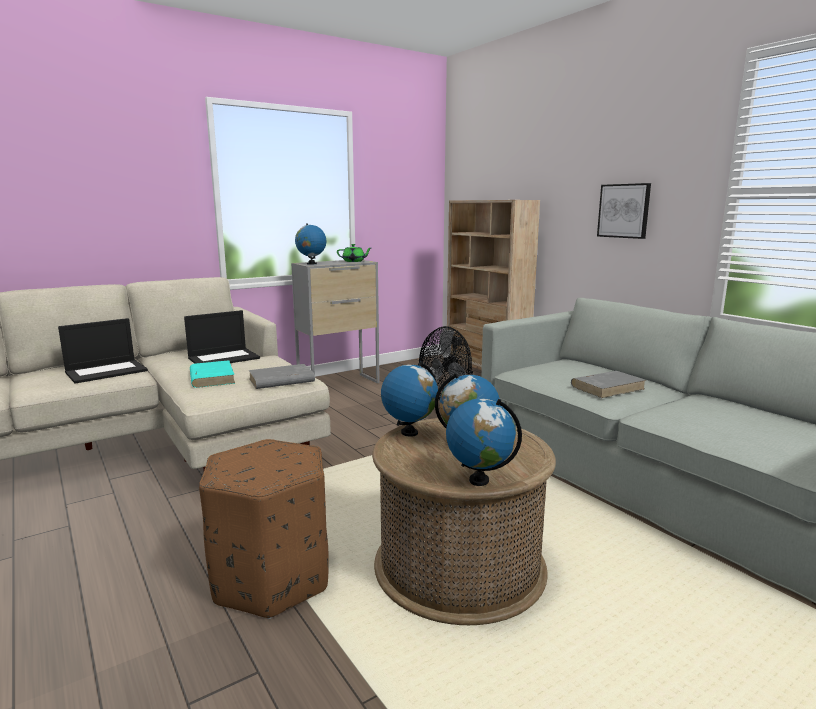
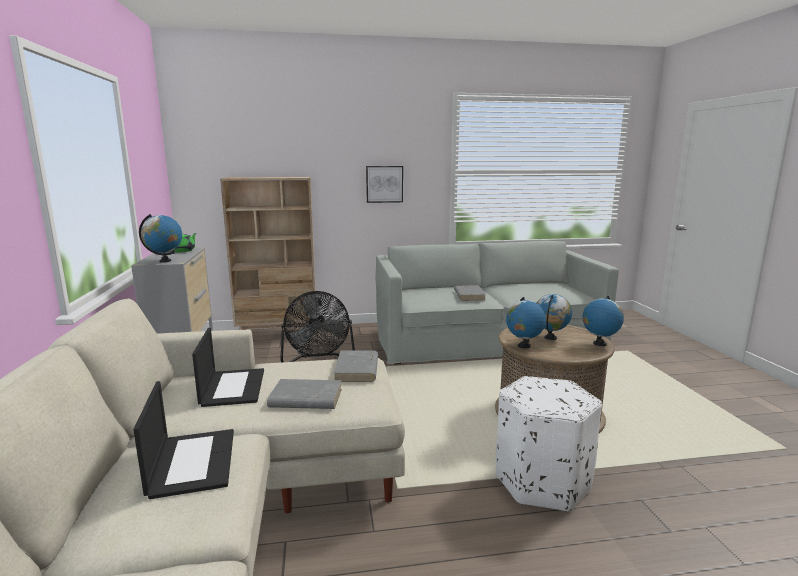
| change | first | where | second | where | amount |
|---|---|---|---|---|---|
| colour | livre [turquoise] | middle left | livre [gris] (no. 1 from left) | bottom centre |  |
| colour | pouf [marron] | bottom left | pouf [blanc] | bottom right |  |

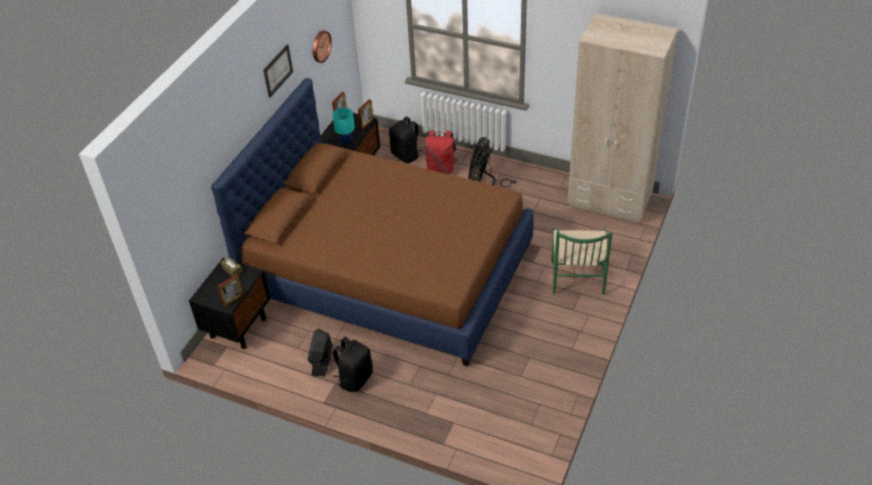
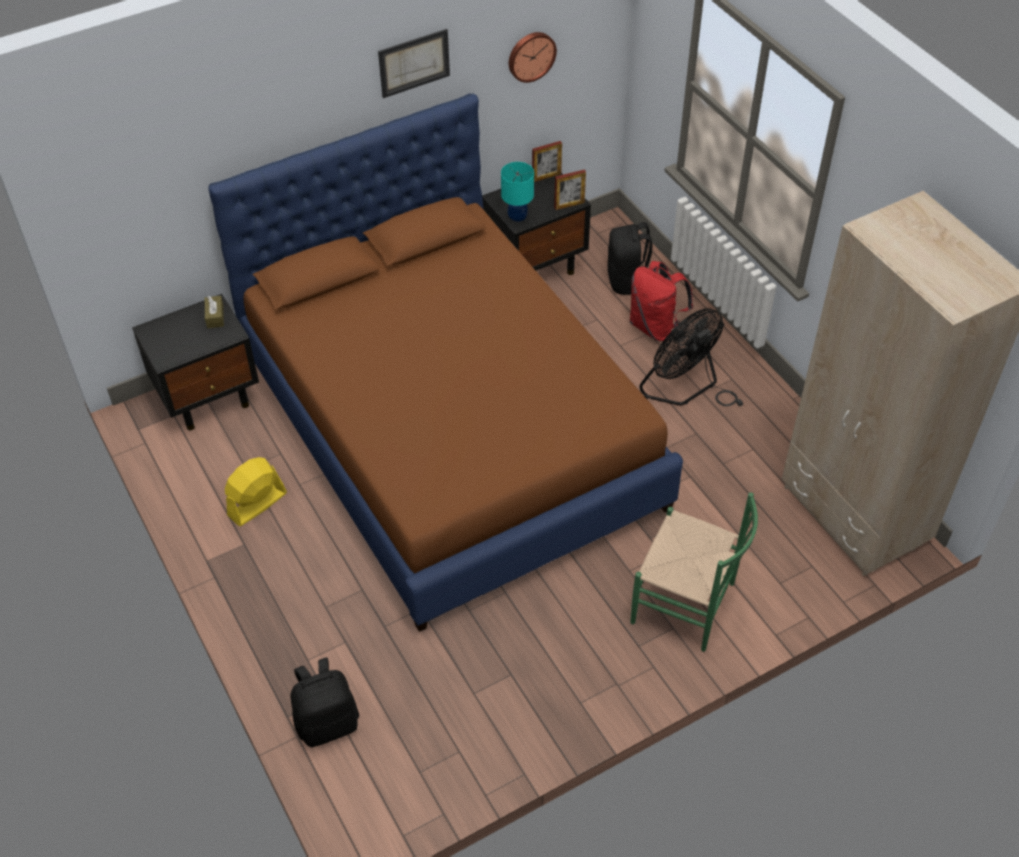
| change | first | where | second | where | amount |
|---|---|---|---|---|---|
| missing | cadre photo (no. 1 from left) | middle left |  |  |  |
| relocated | sac à dos [noir] (no. 1 from left) | bottom centre |  | bottom left |  |
| colour | ventilateur [noir] (no. 1 from left) | bottom centre | ventilateur [jaune] | middle left |  |
| spun | chaise [vert] | middle right |  | bottom right | 105 degrees counterclockwise |

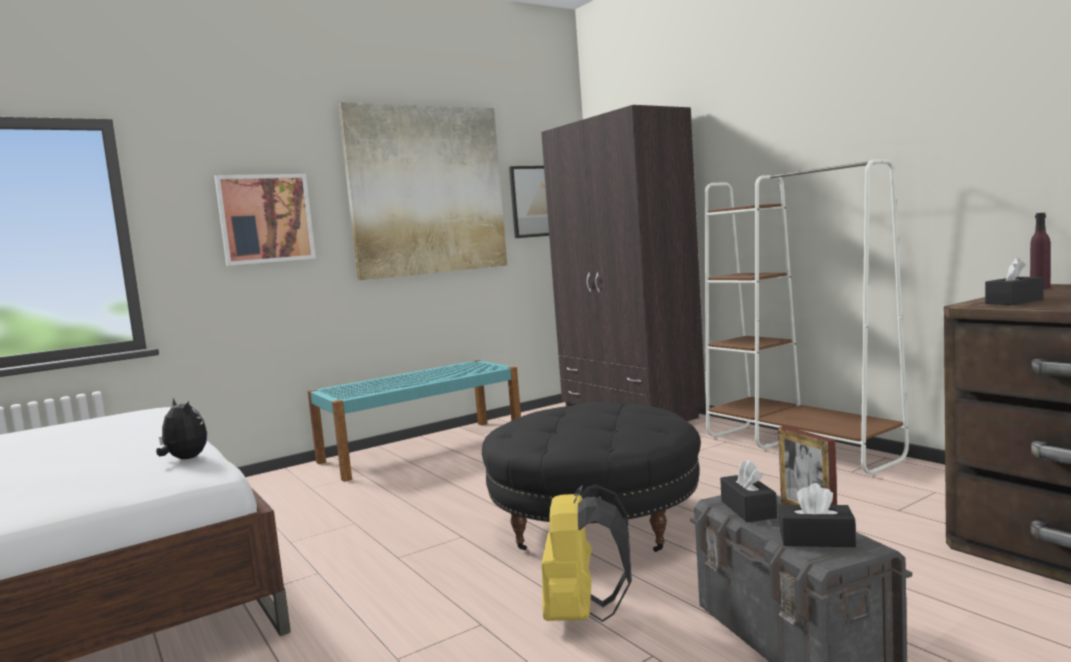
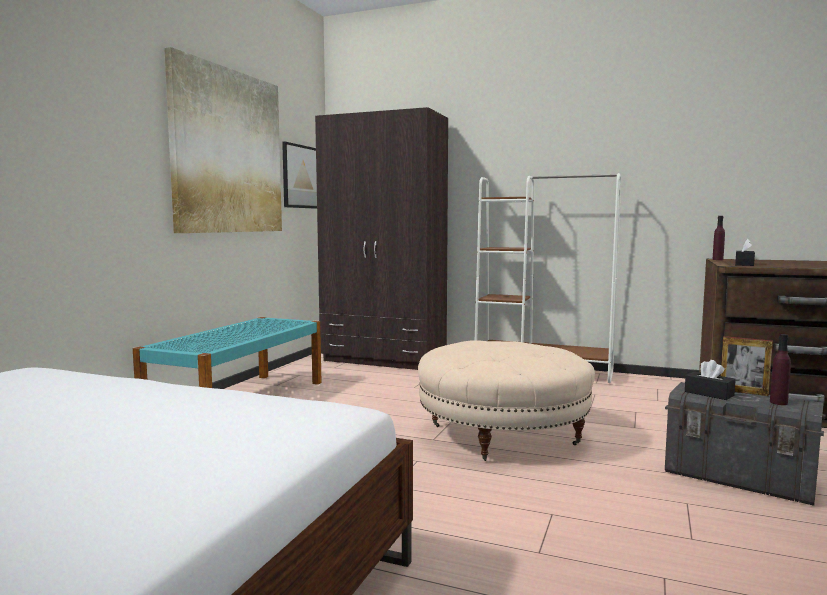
| change | first | where | second | where | amount |
|---|---|---|---|---|---|
| missing | peluche | middle left |  |  |  |
| missing | tableau (no. 1 from left) | top left |  |  |  |
| missing | sac à dos [jaune] | bottom centre |  |  |  |
| exchanged | boîte à mouchoirs [noir] (no. 2 from left) | bottom right | bouteille [violet] (no. 2 from left) | middle right |  |
| colour | pouf [noir] | bottom centre | pouf [beige] | bottom centre |  |

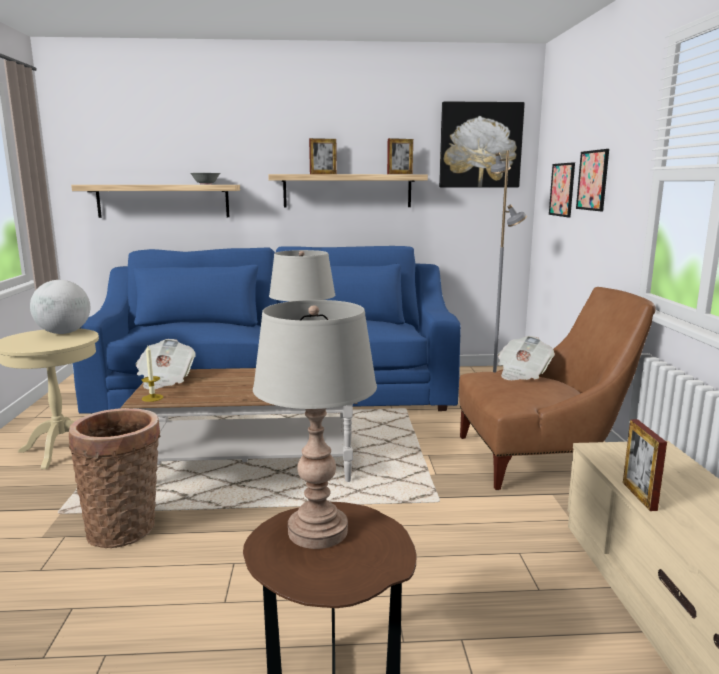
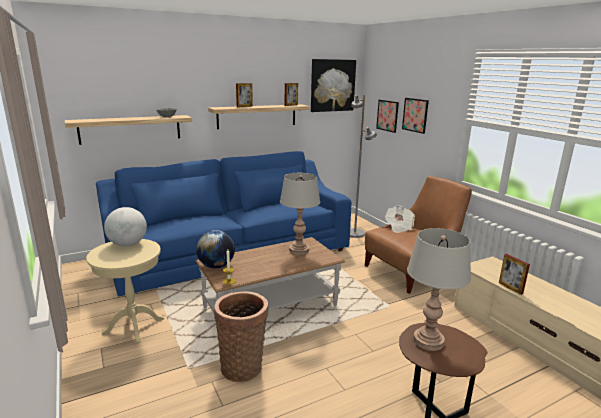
| change | first | where | second | where | amount |
|---|---|---|---|---|---|
| exchanged | journal (no. 1 from left) | middle left | globe (no. 2 from left) | centre |  |

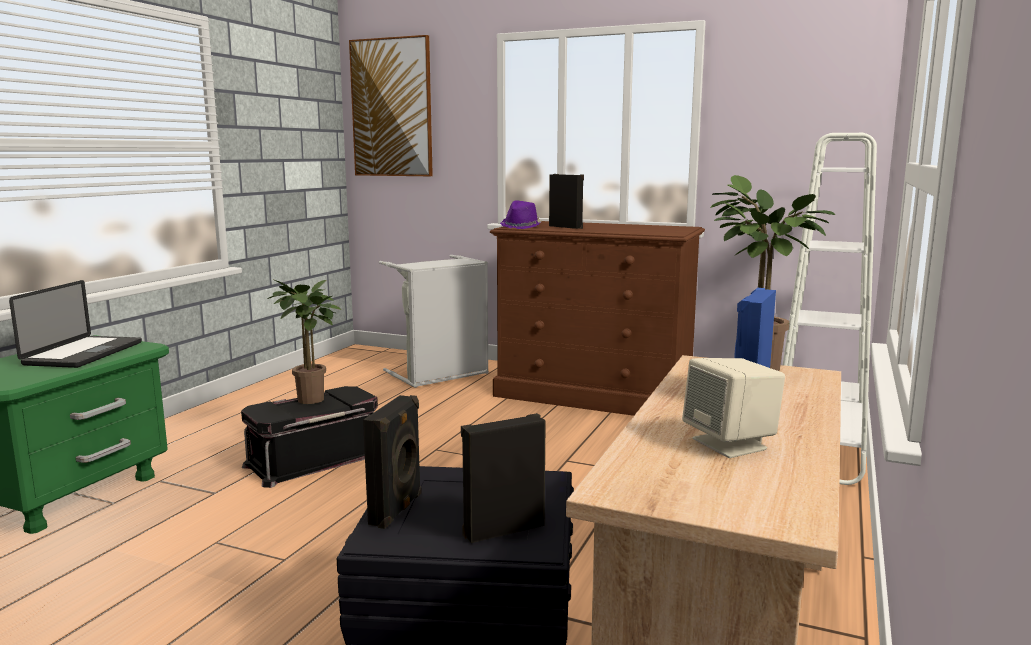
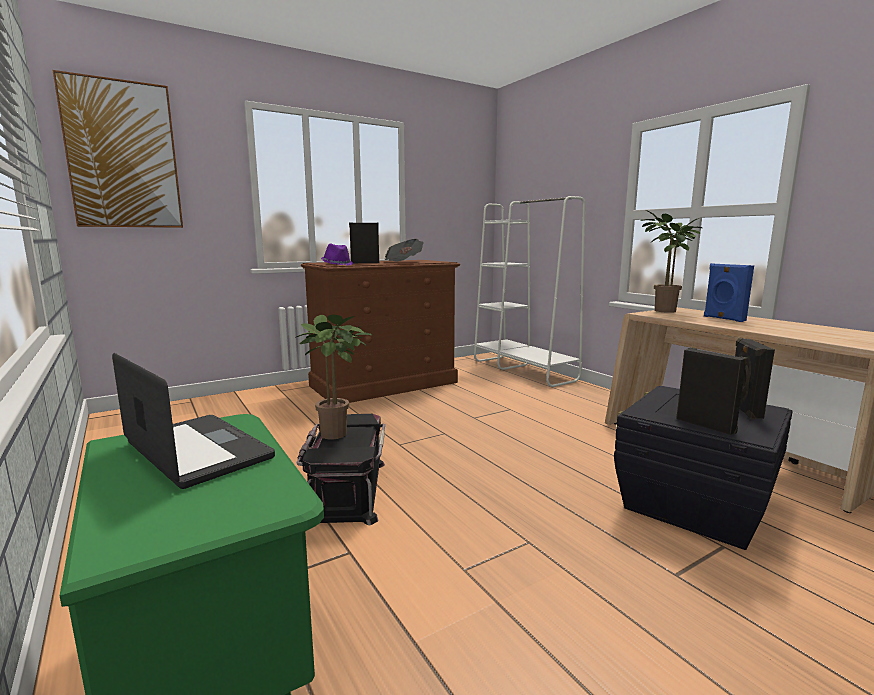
| change | first | where | second | where | amount |
|---|---|---|---|---|---|
| missing | panier à linge [gris] | centre |  |  |  |
| missing | enceinte [beige] | middle right |  |  |  |
| appeared |  |  | journal | centre |  |

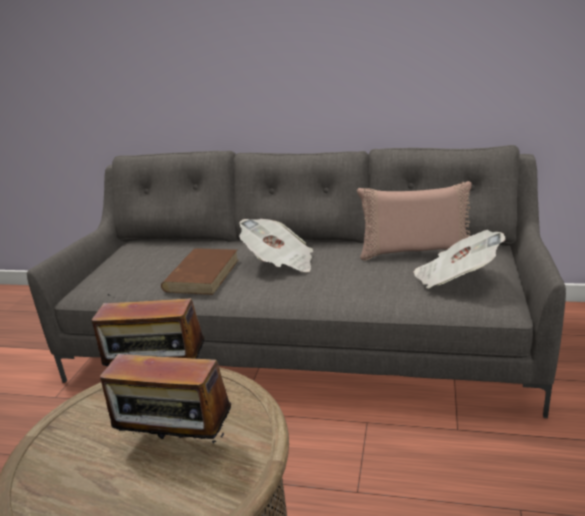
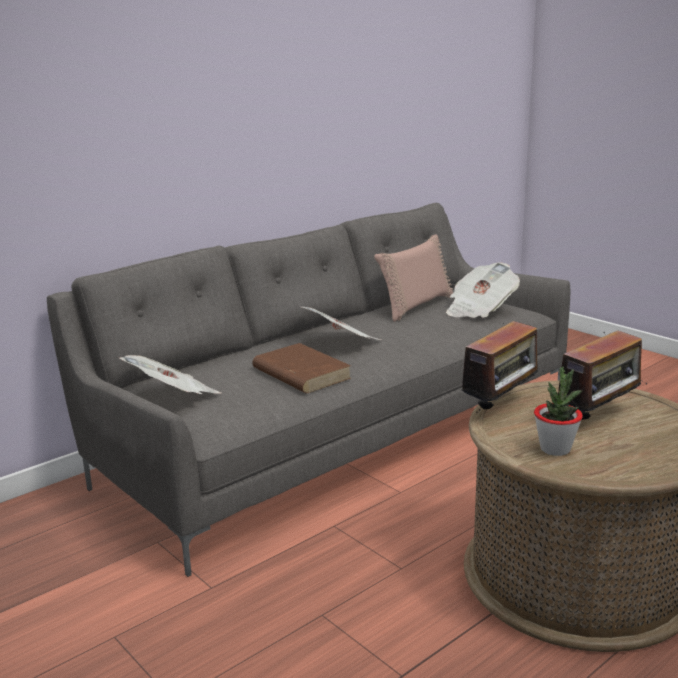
| change | first | where | second | where | amount |
|---|---|---|---|---|---|
| appeared |  |  | journal (no. 1 from left) | middle left |  |
| appeared |  |  | plante en pot | middle right |  |

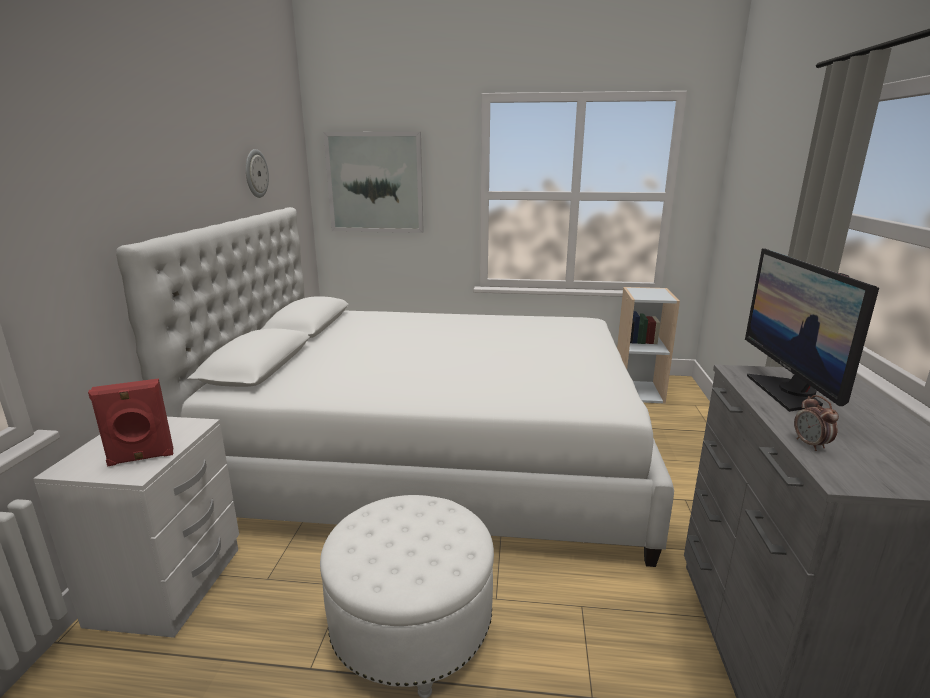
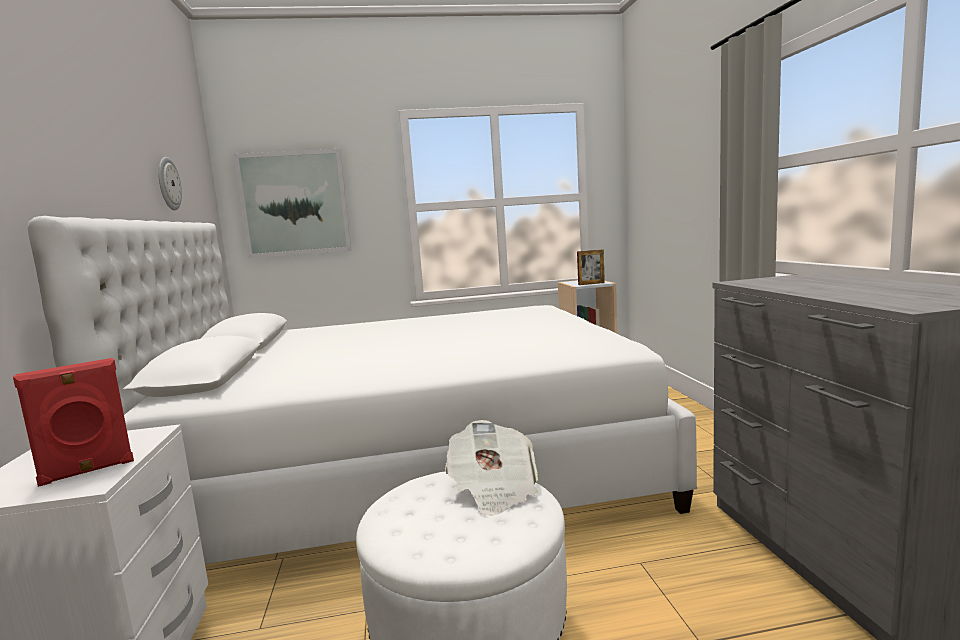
| change | first | where | second | where | amount |
|---|---|---|---|---|---|
| missing | écran d'ordinateur | middle right |  |  |  |
| missing | réveil | middle right |  |  |  |
| appeared |  |  | journal | bottom centre |  |
| appeared |  |  | cadre photo | centre |  |

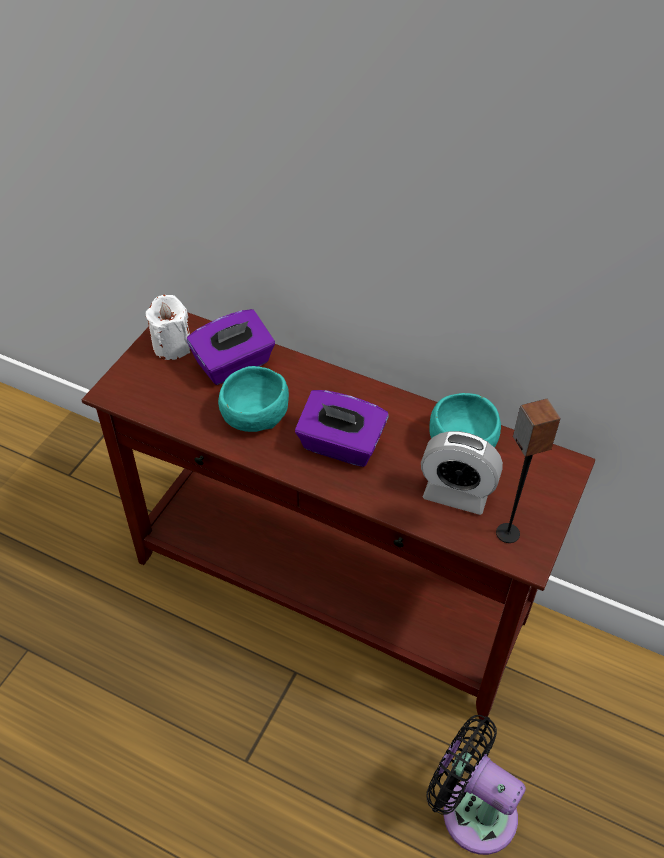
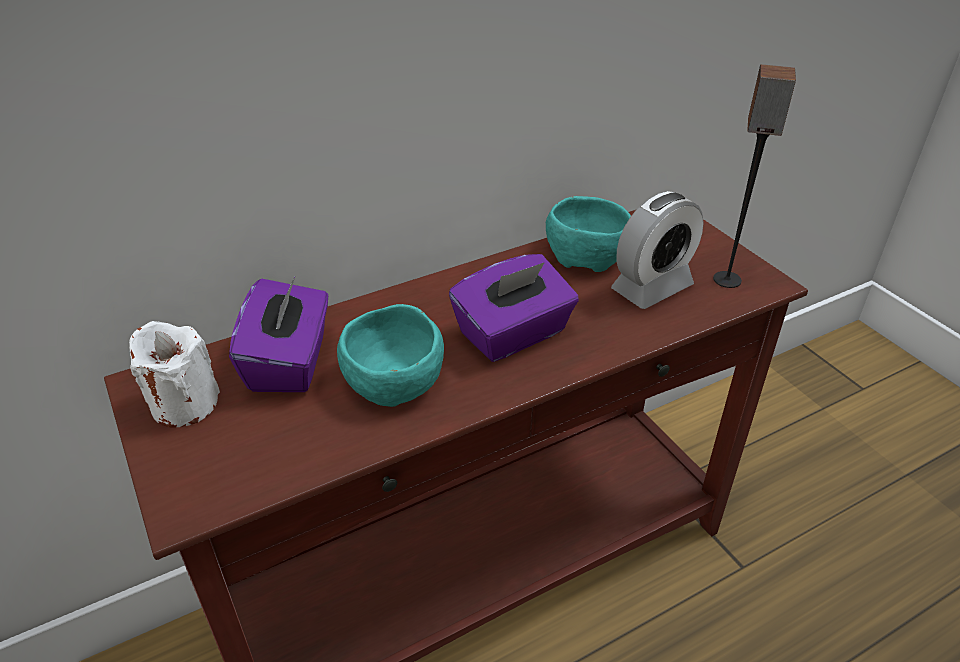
| change | first | where | second | where | amount |
|---|---|---|---|---|---|
| missing | ventilateur [noir] | bottom right |  |  |  |

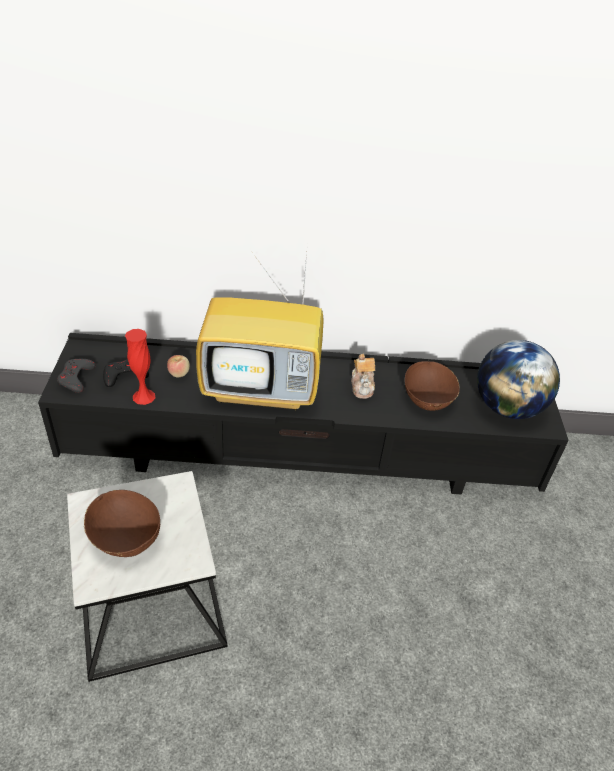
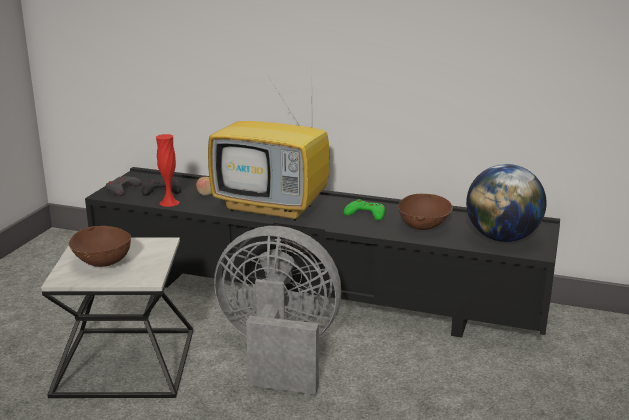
| change | first | where | second | where | amount |
|---|---|---|---|---|---|
| appeared |  |  | ventilateur [gris] | bottom centre |  |
| exchanged | théière | centre | manette [vert] | centre |  |

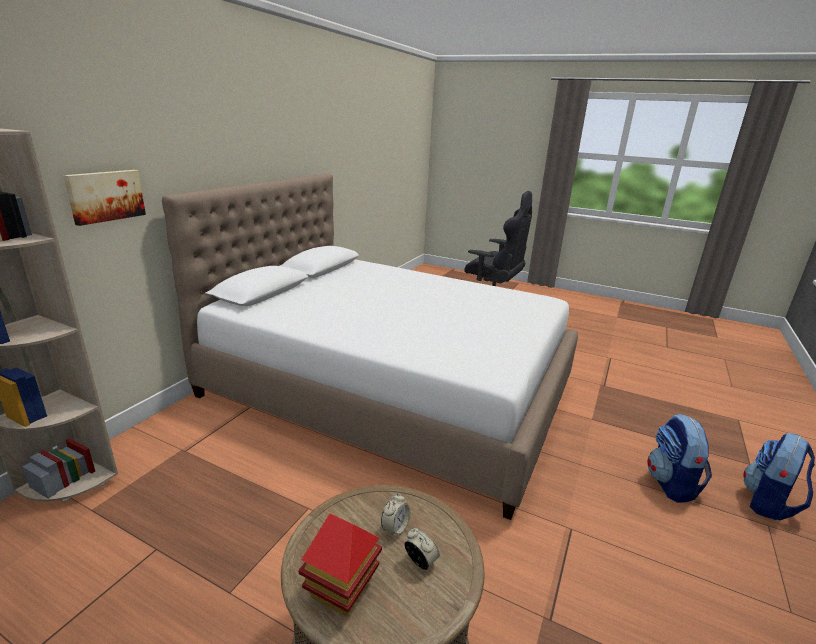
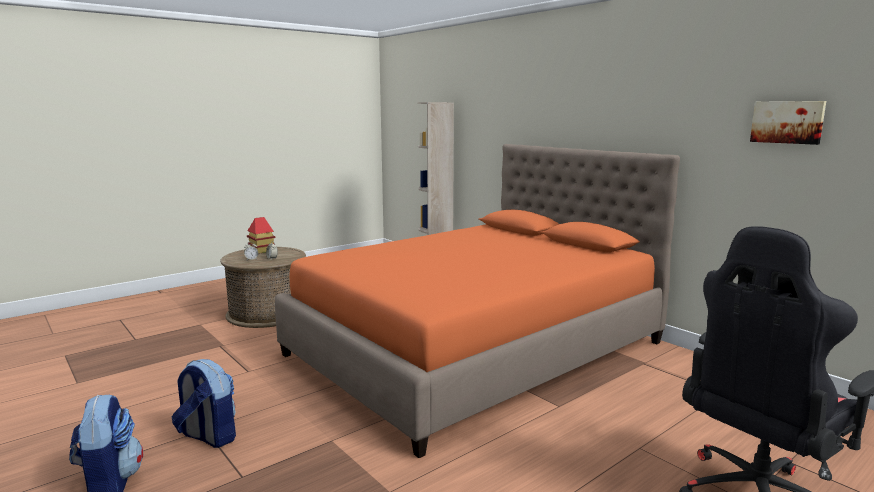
| change | first | where | second | where | amount |
|---|---|---|---|---|---|
| relocated | tableau | top left |  | top right |  |
| colour | lit [blanc] | centre | lit [orange] | centre |  |

